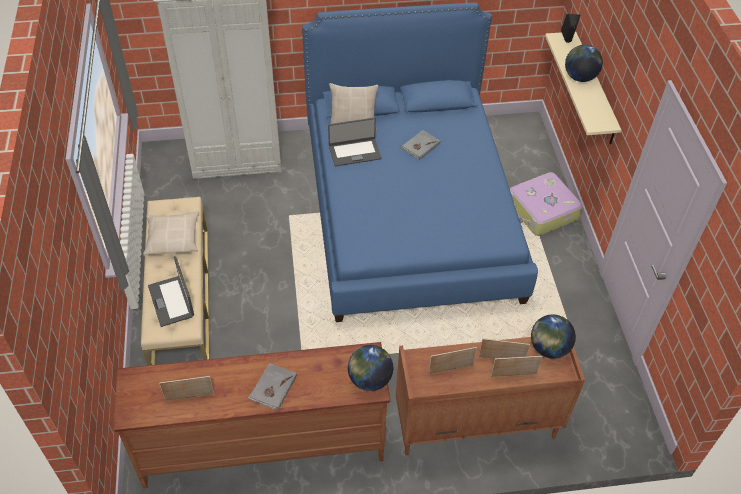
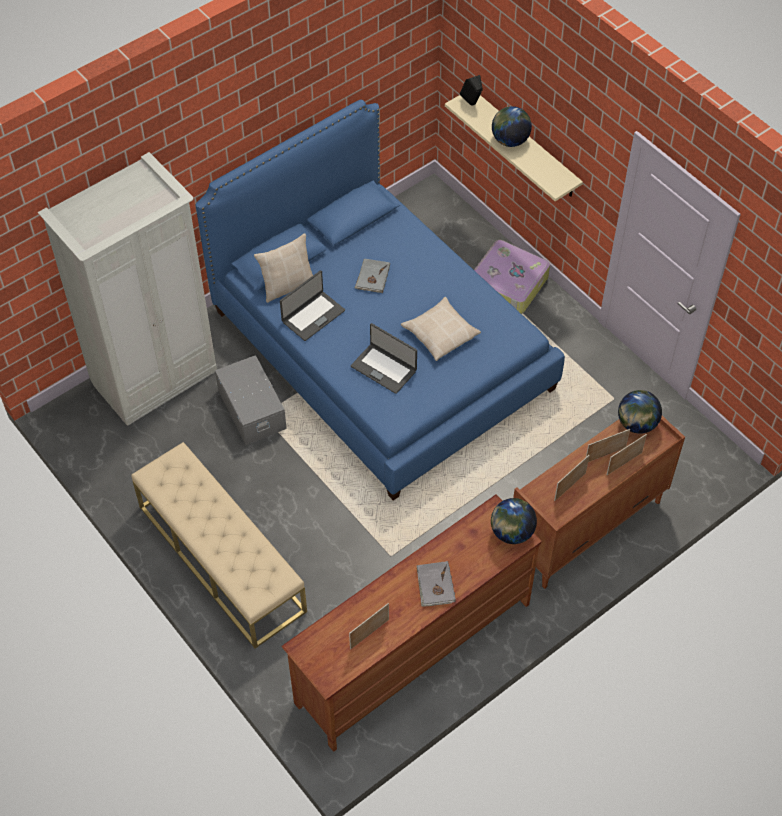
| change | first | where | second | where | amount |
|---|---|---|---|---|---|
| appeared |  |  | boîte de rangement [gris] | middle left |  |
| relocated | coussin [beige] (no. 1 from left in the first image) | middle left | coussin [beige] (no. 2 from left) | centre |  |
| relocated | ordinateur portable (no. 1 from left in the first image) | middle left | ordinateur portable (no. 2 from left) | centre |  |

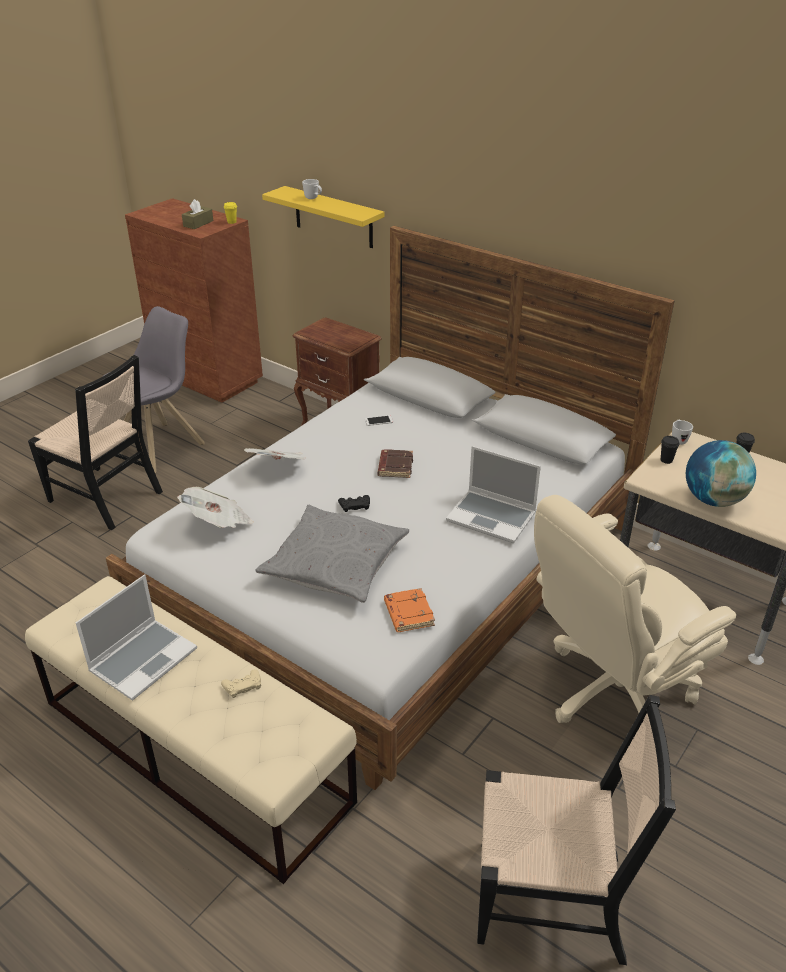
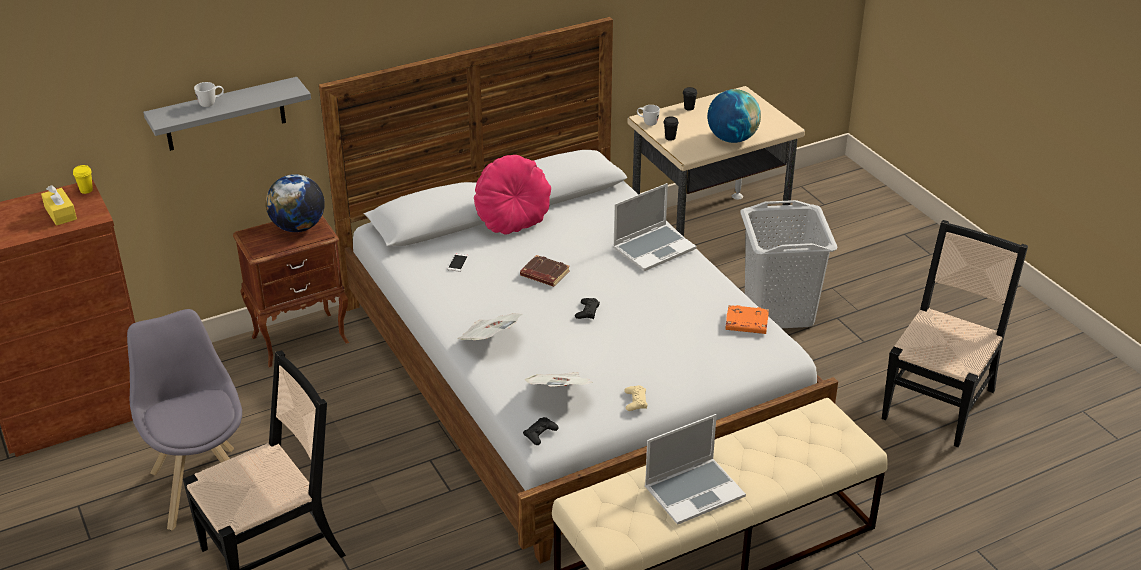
| change | first | where | second | where | amount |
|---|---|---|---|---|---|
| missing | coussin [gris] | centre |  |  |  |
| appeared |  |  | globe (no. 1 from left) | middle left |  |
| appeared |  |  | coussin [rose] | centre |  |
| appeared |  |  | manette [noir] (no. 1 from left) | bottom centre |  |
| relocated | manette [beige] | bottom left |  | bottom centre |  |
| exchanged | chaise de bureau [beige] | middle right | panier à linge [gris] | middle right |  |
| colour | boîte à mouchoirs [marron] | top left | boîte à mouchoirs [jaune] | middle left |  |
| colour | étagère [jaune] | top centre | étagère [gris] | top left |  |
| spun | ordinateur portable (no. 1 from left in the first image) | middle left | ordinateur portable (no. 2 from left) | bottom centre | 90 degrees clockwise |

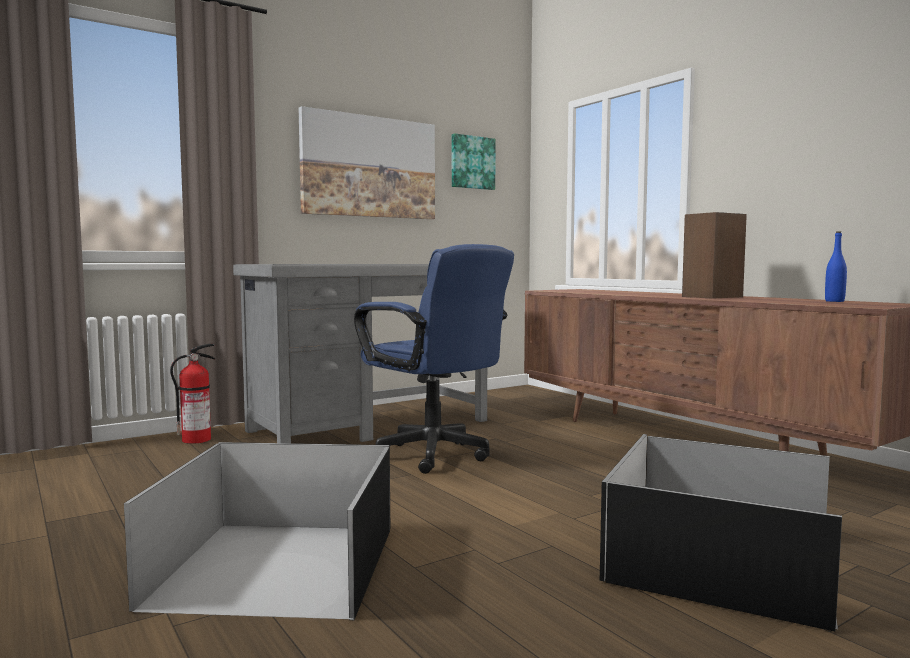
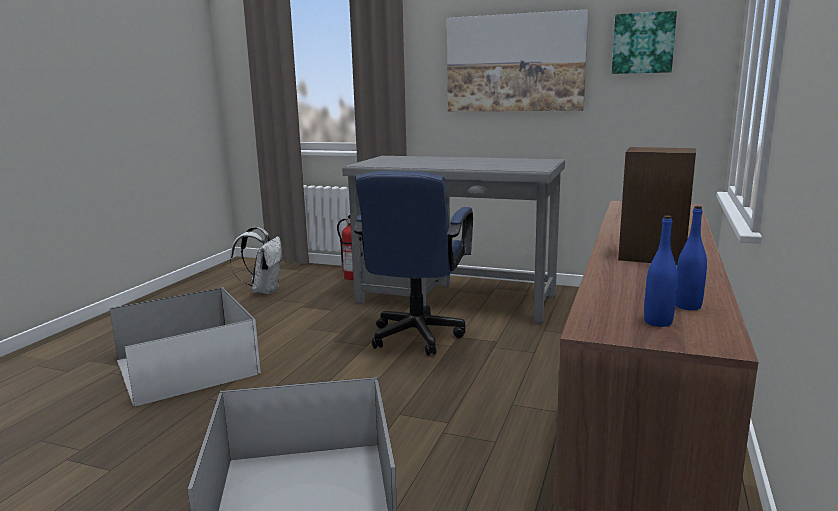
| change | first | where | second | where | amount |
|---|---|---|---|---|---|
| appeared |  |  | sac à dos [blanc] | middle left |  |
| appeared |  |  | bouteille [bleu] (no. 1 from left) | middle right |  |
| colour | boîte de rangement [noir] (no. 1 from left) | bottom left | boîte de rangement [blanc] | bottom left |  |

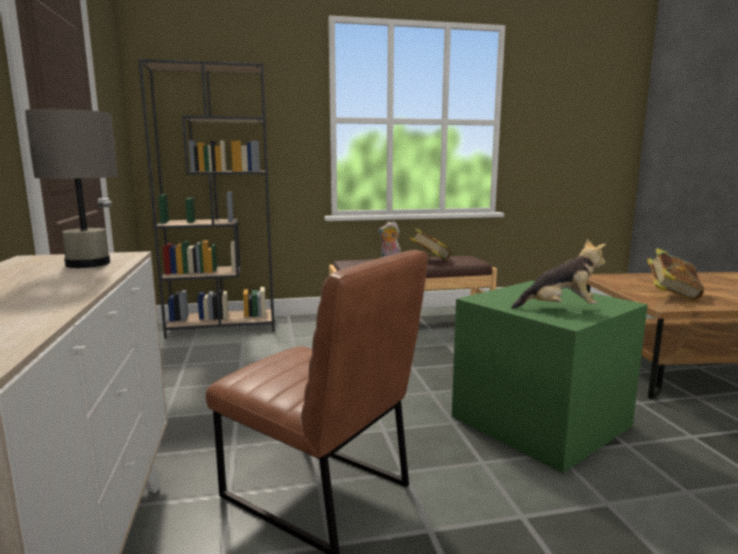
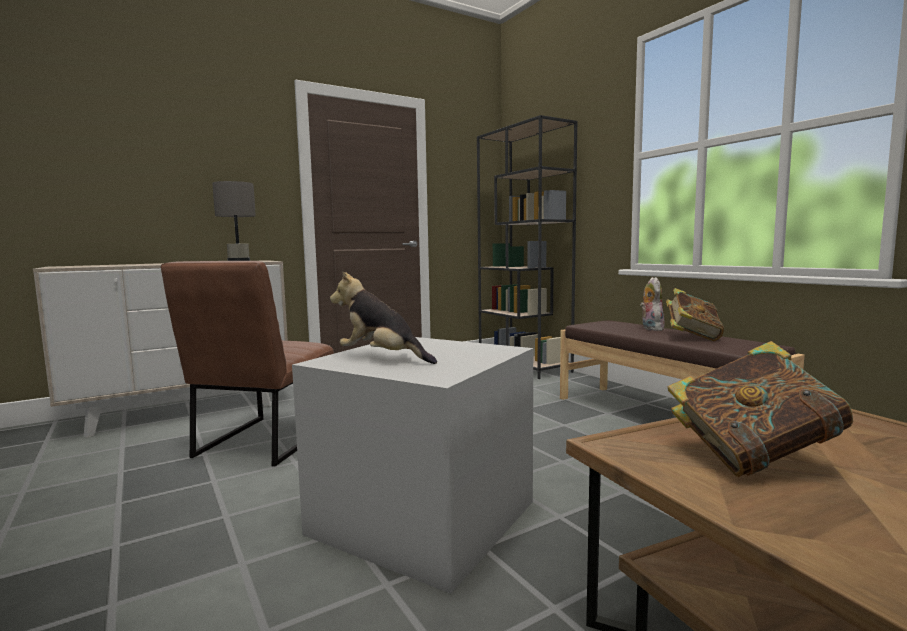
| change | first | where | second | where | amount |
|---|---|---|---|---|---|
| colour | boîte de rangement [vert] | bottom right | boîte de rangement [gris] | bottom centre |  |
| spun | peluche (no. 2 from left in the first image) | middle right | peluche (no. 1 from left) | centre | 135 degrees clockwise |

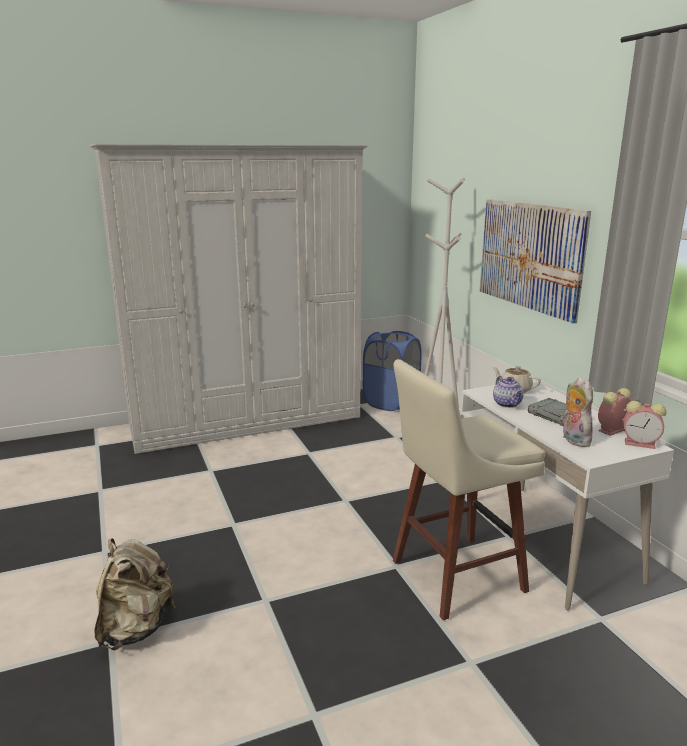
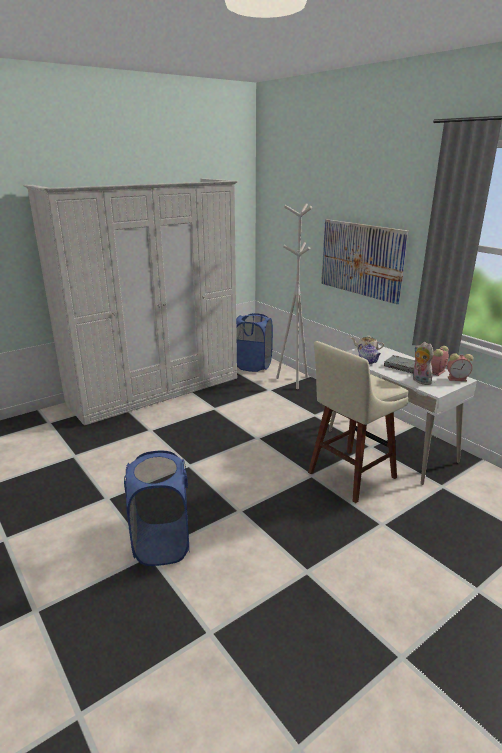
| change | first | where | second | where | amount |
|---|---|---|---|---|---|
| exchanged | sac à dos [beige] | bottom left | panier à linge [bleu] (no. 1 from left) | bottom left |  |

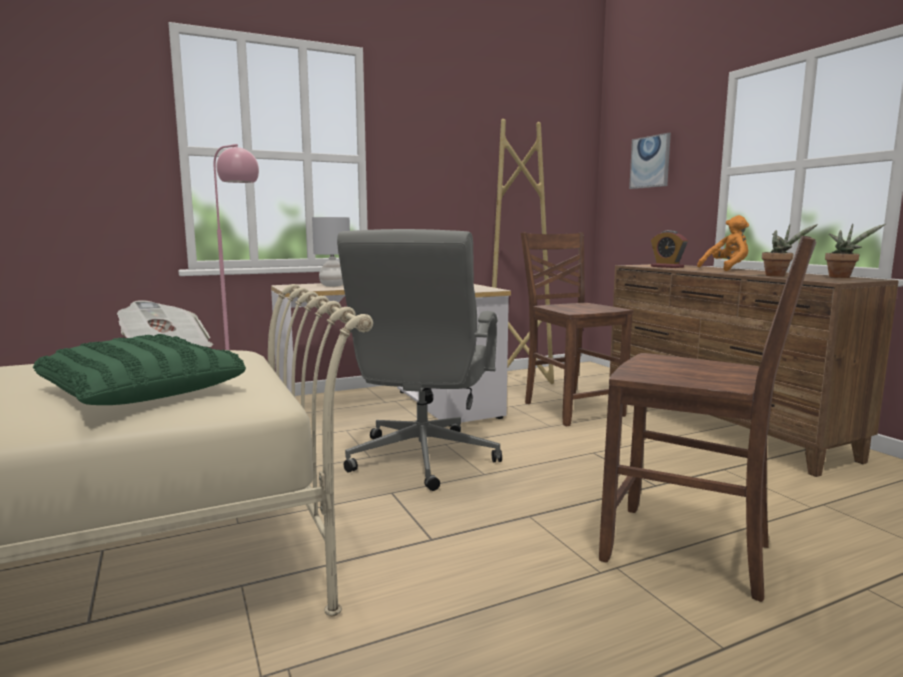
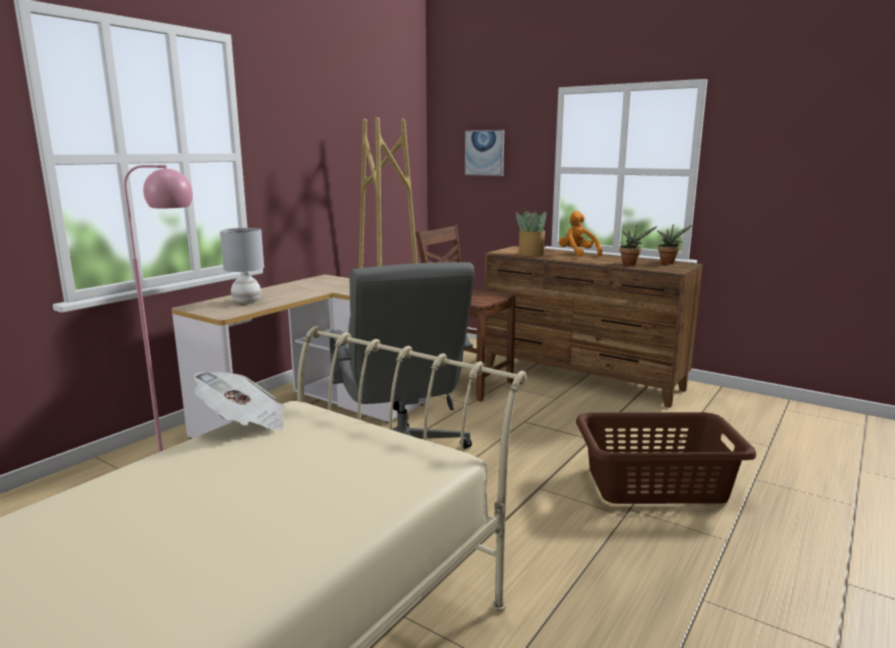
| change | first | where | second | where | amount |
|---|---|---|---|---|---|
| missing | coussin [vert] | middle left |  |  |  |
| exchanged | chaise [marron] (no. 2 from left) | middle right | panier à linge [marron] | bottom right |  |
| exchanged | réveil | middle right | plante en pot (no. 1 from left) | centre |  |
| spun | peluche [orange] | middle right |  | centre | 60 degrees counterclockwise |

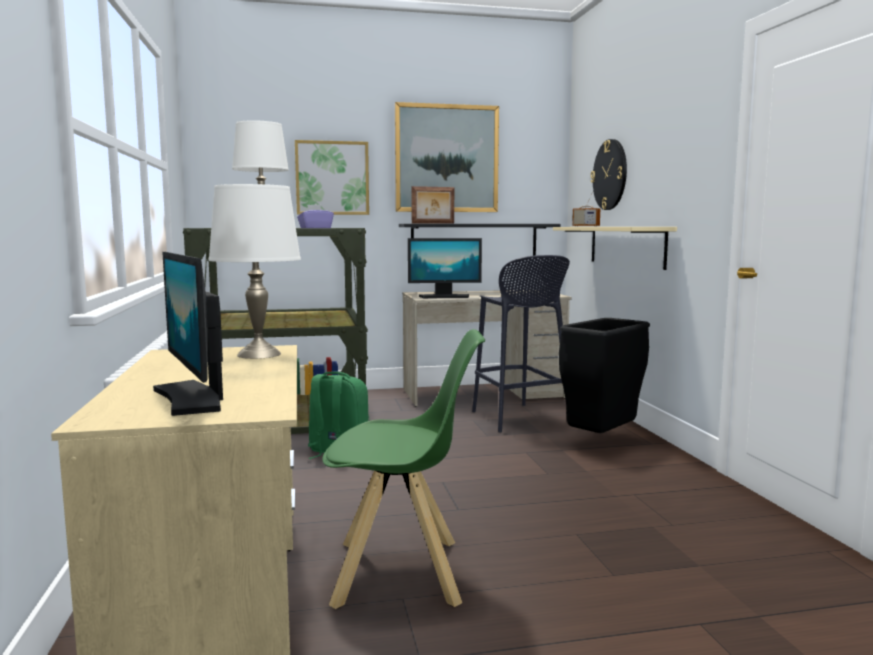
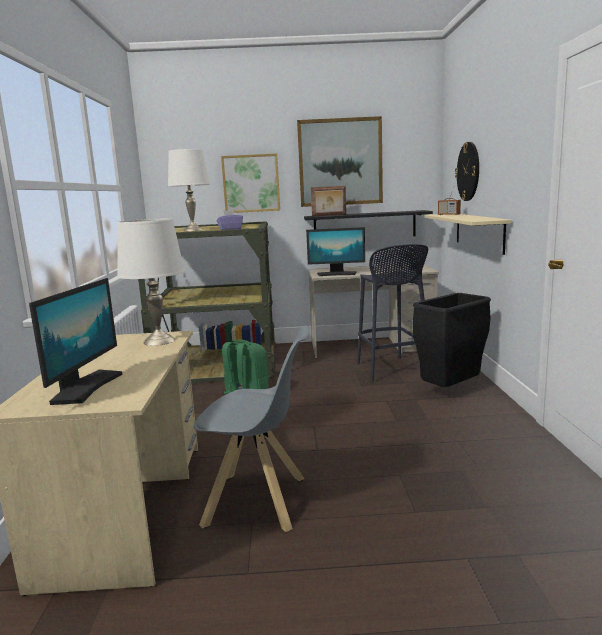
| change | first | where | second | where | amount |
|---|---|---|---|---|---|
| colour | chaise [vert] | bottom centre | chaise [gris] | bottom centre |  |
| spun | écran d'ordinateur (no. 1 from left) | middle left |  | middle left | 150 degrees counterclockwise |

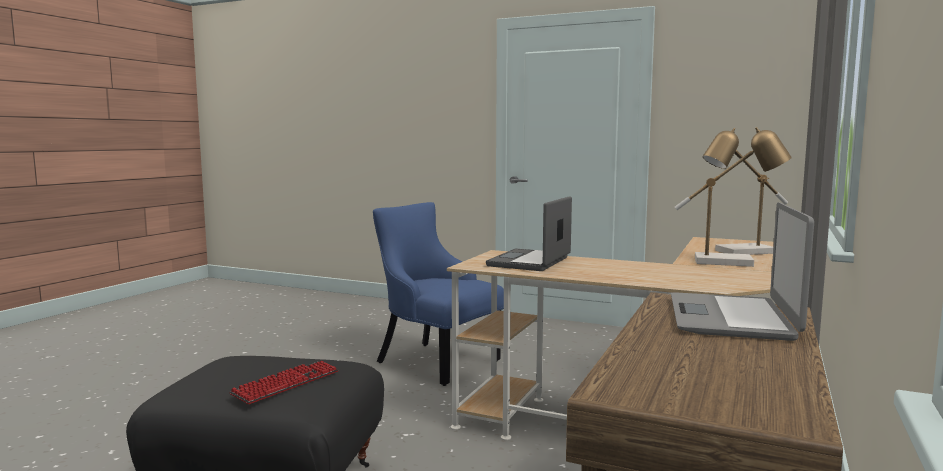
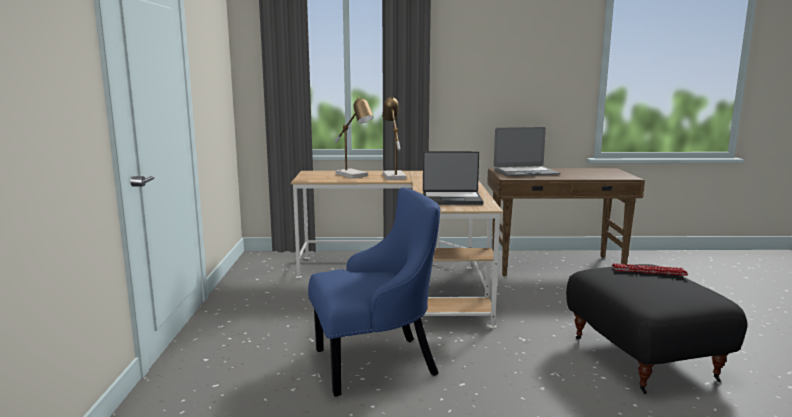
| change | first | where | second | where | amount |
|---|---|---|---|---|---|
| spun | chaise [bleu] | centre |  | bottom centre | 120 degrees counterclockwise |

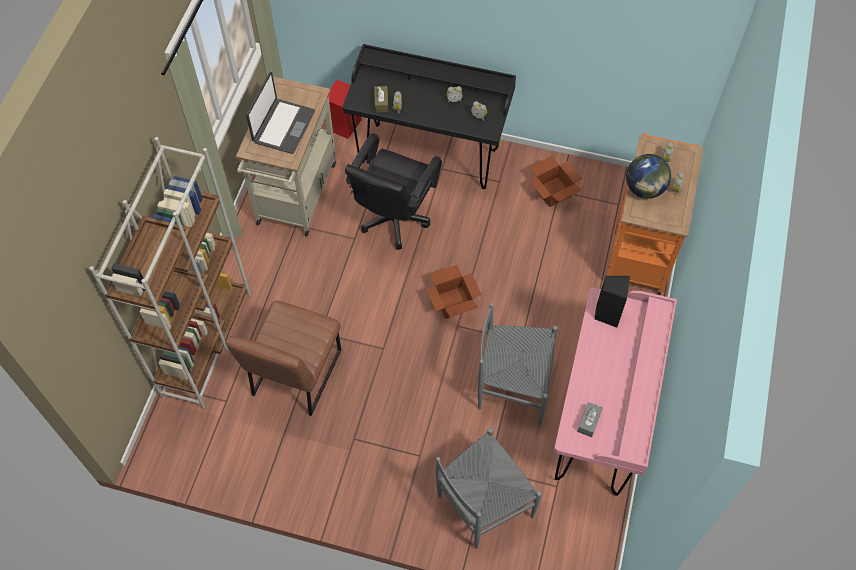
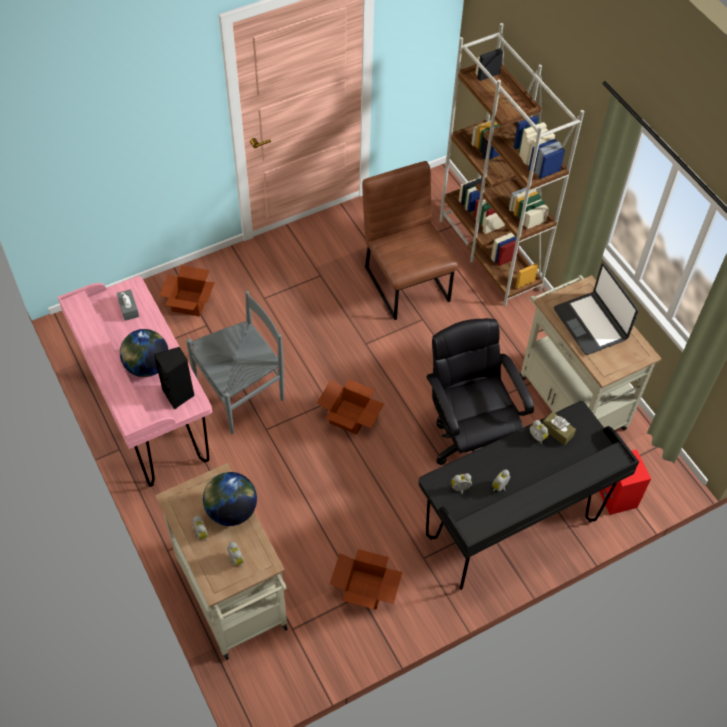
| change | first | where | second | where | amount |
|---|---|---|---|---|---|
| appeared |  |  | globe (no. 1 from left) | middle left |  |
| exchanged | chaise [gris] (no. 1 from left) | bottom centre | carton (no. 1 from left) | middle left |  |
| colour | chariot [orange] | middle right | chariot [beige] (no. 1 from left) | bottom left |  |

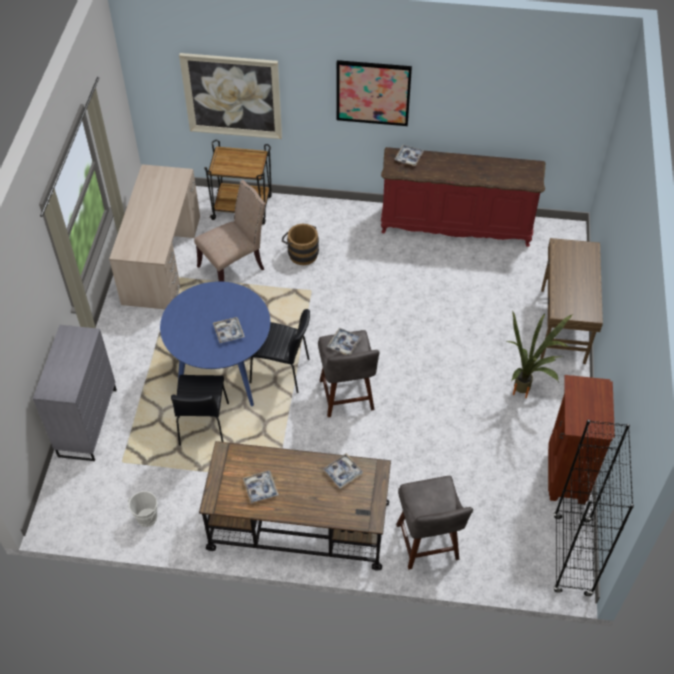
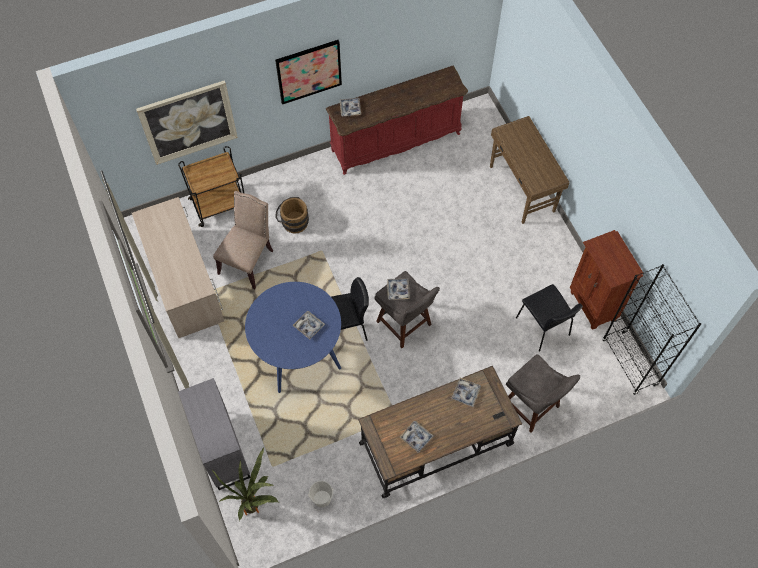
| change | first | where | second | where | amount |
|---|---|---|---|---|---|
| relocated | chaise [noir] (no. 1 from left in the first image) | middle left | chaise [noir] (no. 2 from left) | middle right |  |
| relocated | plante en pot | middle right |  | bottom left |  |

